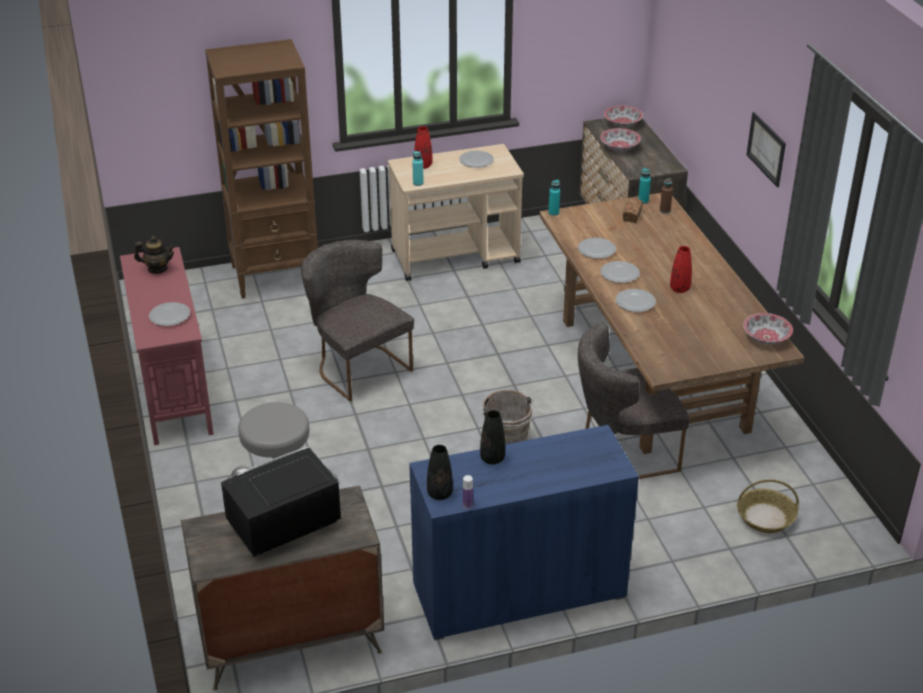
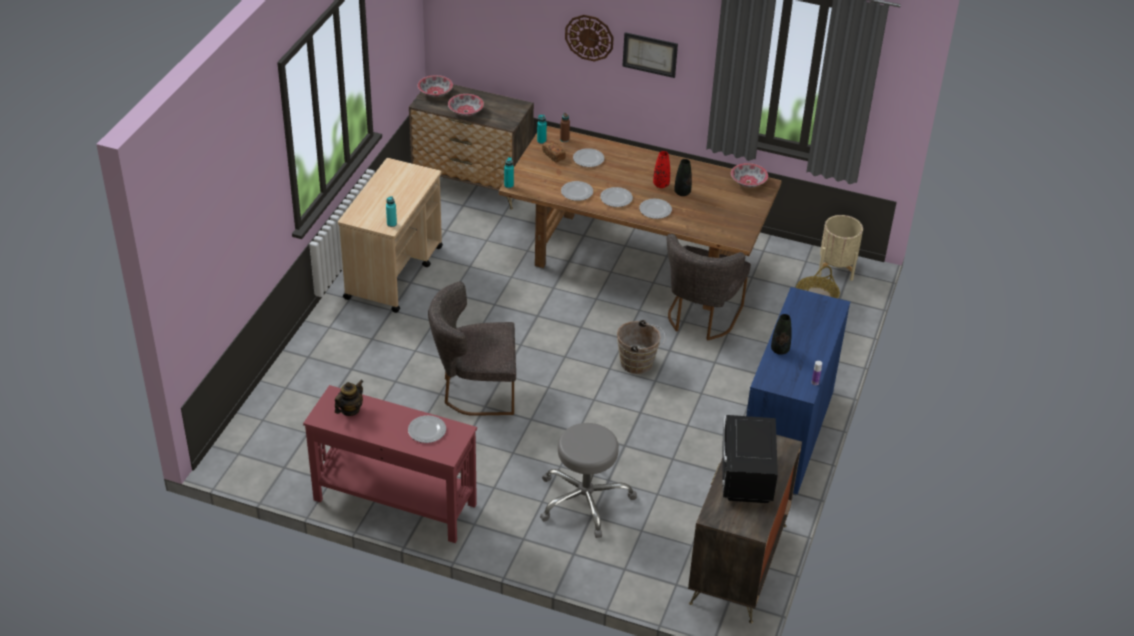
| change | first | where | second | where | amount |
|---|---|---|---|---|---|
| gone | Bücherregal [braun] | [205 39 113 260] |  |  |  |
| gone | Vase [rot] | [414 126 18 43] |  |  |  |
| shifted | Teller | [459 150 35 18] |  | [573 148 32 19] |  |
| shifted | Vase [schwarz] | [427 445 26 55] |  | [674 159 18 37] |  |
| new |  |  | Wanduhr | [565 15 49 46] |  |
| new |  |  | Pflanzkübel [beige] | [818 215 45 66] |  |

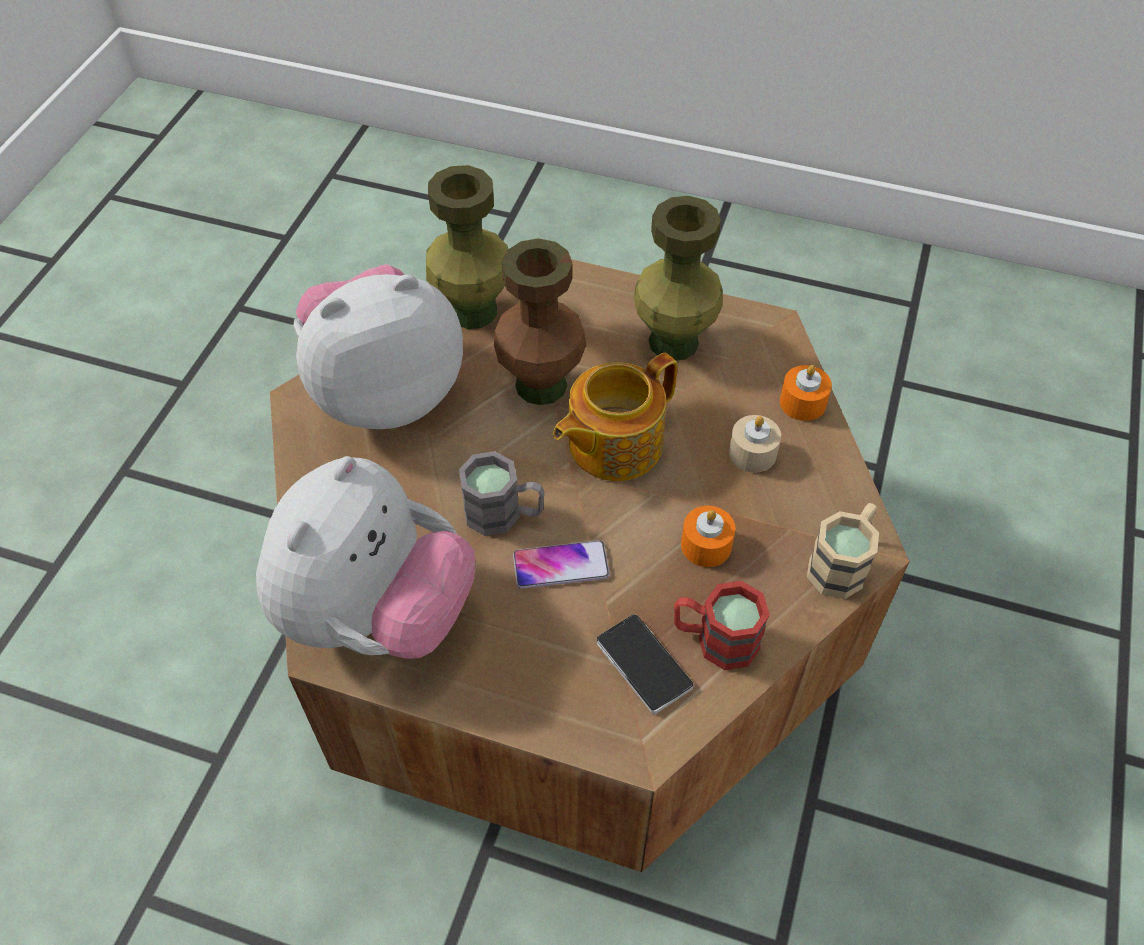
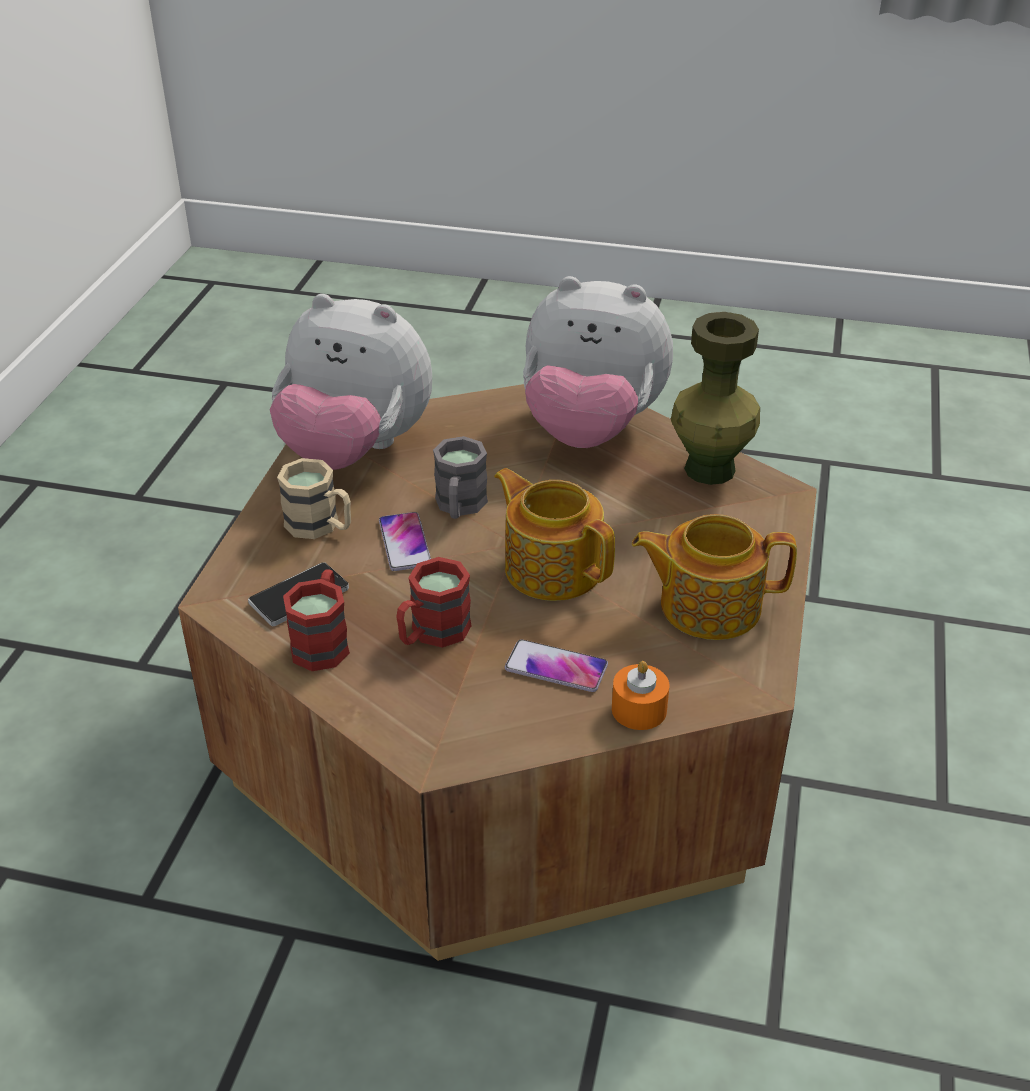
| change | first | where | second | where | amount |
|---|---|---|---|---|---|
| swapped | Vase [grün] | [633 196 90 164] | Teekanne | [632 514 165 126] |  |
| gone | Vase [braun] | [494 238 92 167] |  |  |  |
| rotated | Plüschtier | [294 264 169 165] |  | [523 276 150 172] | 135 degrees clockwise |
| swapped | Kerze [beige] | [729 415 52 58] | Handy | [505 639 103 53] |  |
| shifted | Henkelbecher [beige] | [807 503 72 96] |  | [277 458 74 81] |  |
| swapped | Kerze [orange] | [681 506 54 61] | Henkelbecher [rot] | [396 557 76 91] |  |

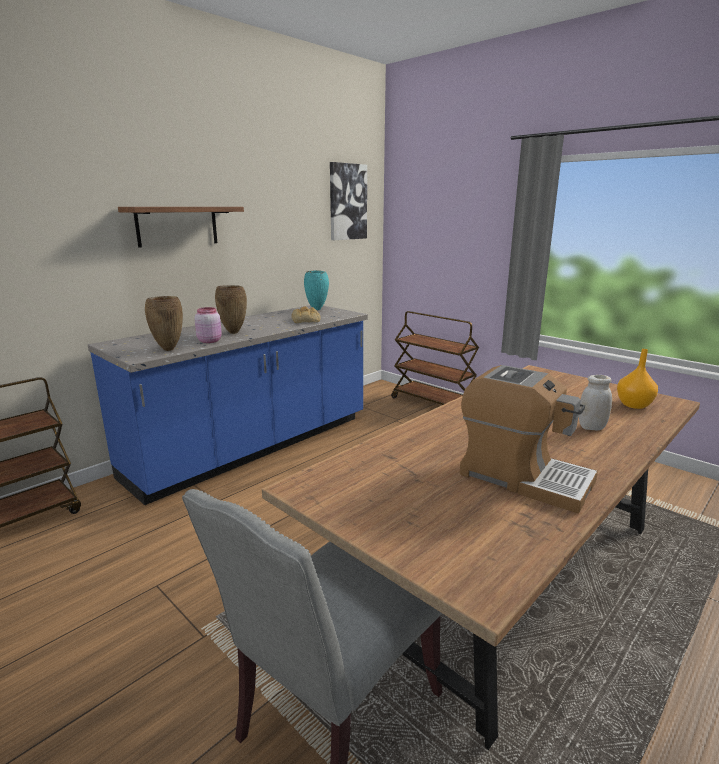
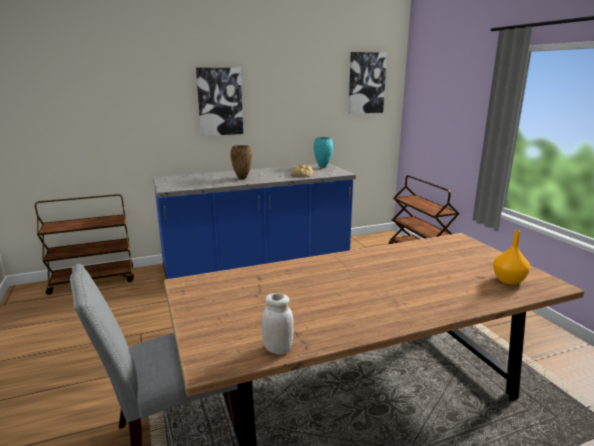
| change | first | where | second | where | amount |
|---|---|---|---|---|---|
| swapped | Wandregal | [118 207 126 40] | Bild | [196 68 47 68] |  |
| gone | Vase [braun] | [145 296 38 55] |  |  |  |
| gone | Vorratsglas [rosa] | [195 307 27 36] |  |  |  |
| gone | Kaffeemaschine | [459 365 139 149] |  |  |  |
| shifted | Vorratsglas [weiß] | [578 375 34 56] |  | [262 293 32 61] |  |

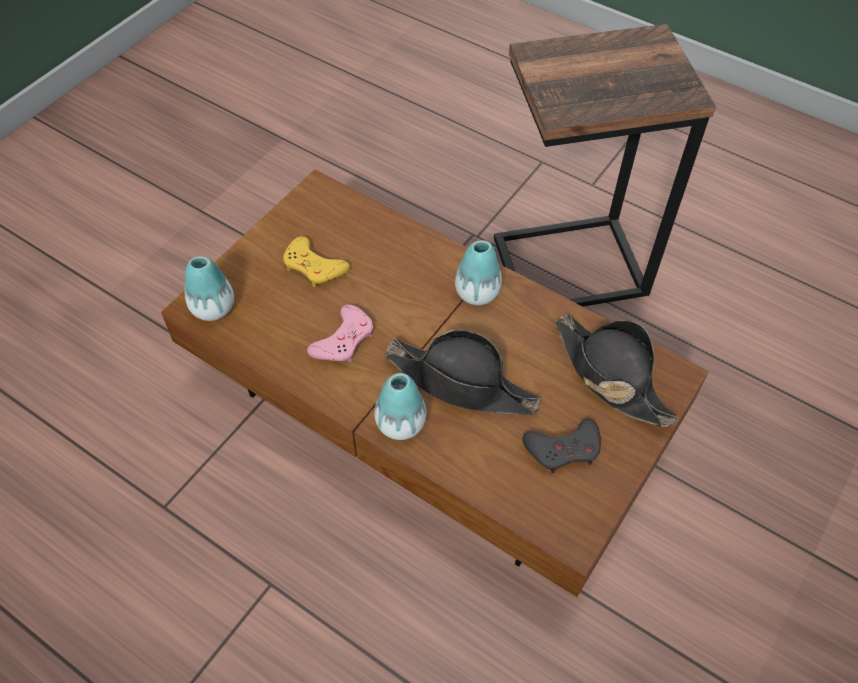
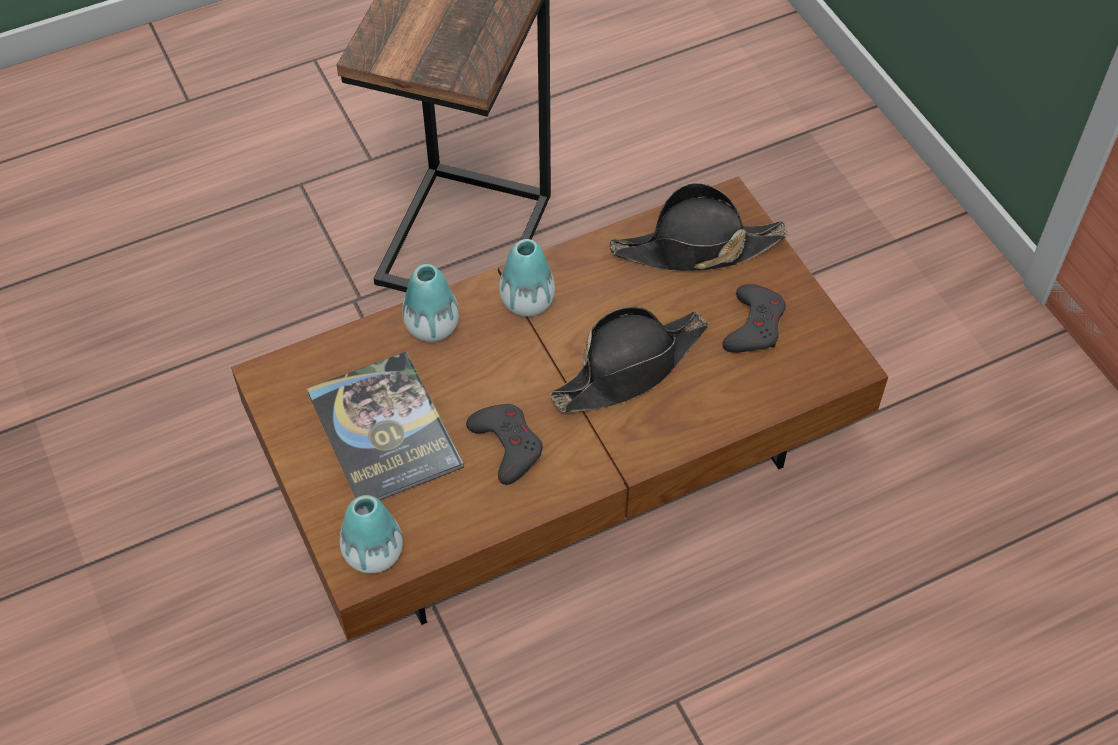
| change | first | where | second | where | amount |
|---|---|---|---|---|---|
| swapped | Gamepad [gelb] | [283 236 67 51] | Buch | [307 351 157 149] |  |
| repainted | Gamepad [rosa] | [307 304 66 58] | Gamepad [grau] | [466 404 77 81] |  |
| shifted | Vase | [374 373 52 67] |  | [402 264 57 78] |  |

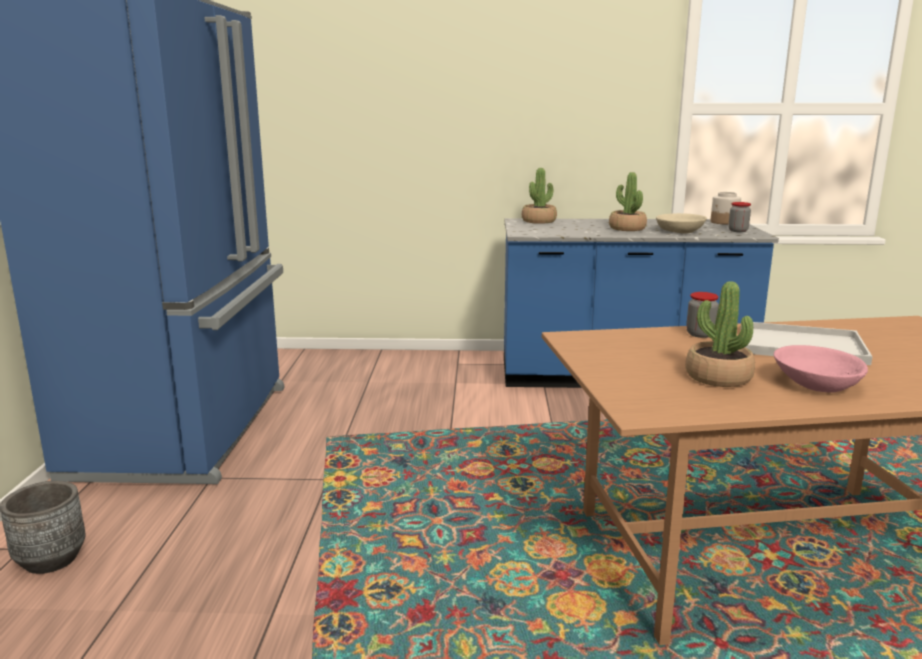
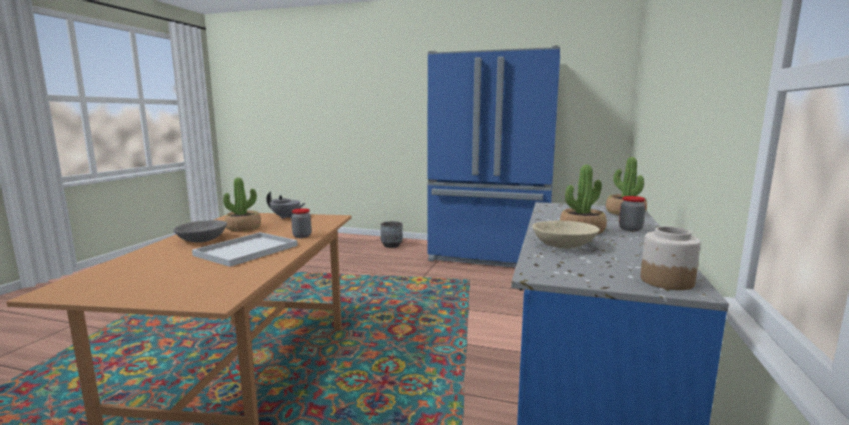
| change | first | where | second | where | amount |
|---|---|---|---|---|---|
| shifted | Vorratsglas | [728 202 23 30] |  | [619 196 27 35] |  |
| repainted | Schüssel [rosa] | [774 345 94 47] | Schüssel [grau] | [173 220 54 23] |  |
| new |  |  | Teekanne [grau] | [266 191 40 28] |  |

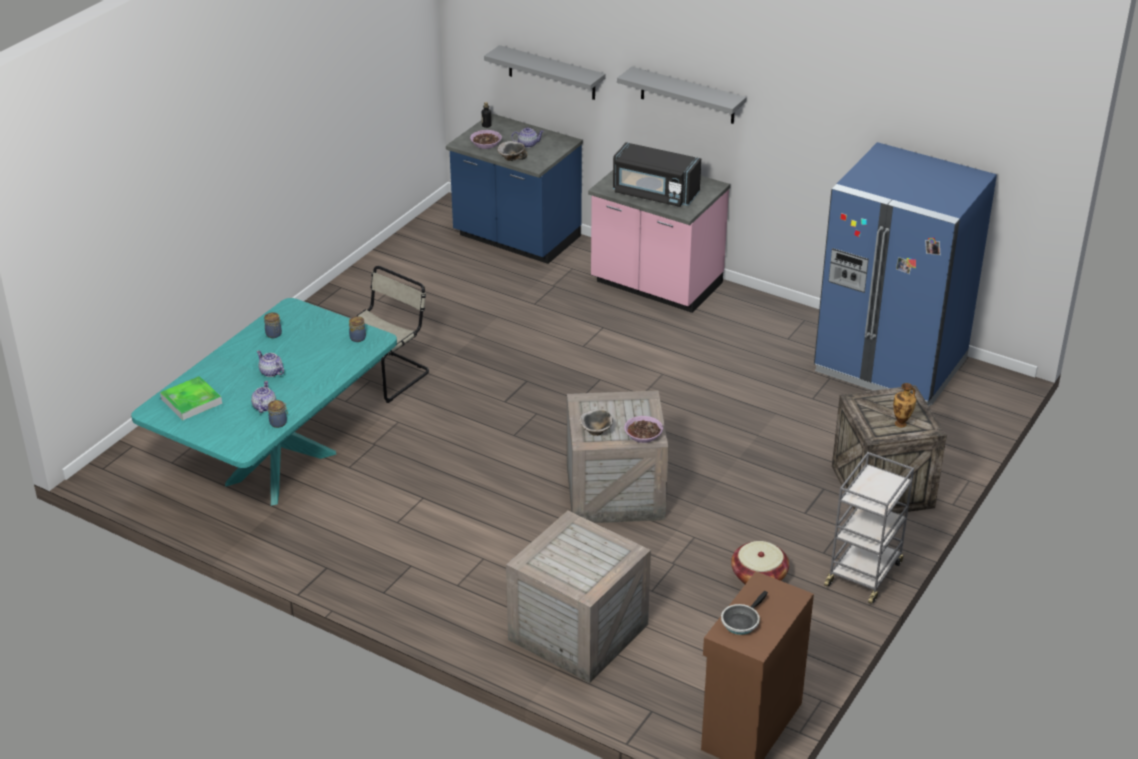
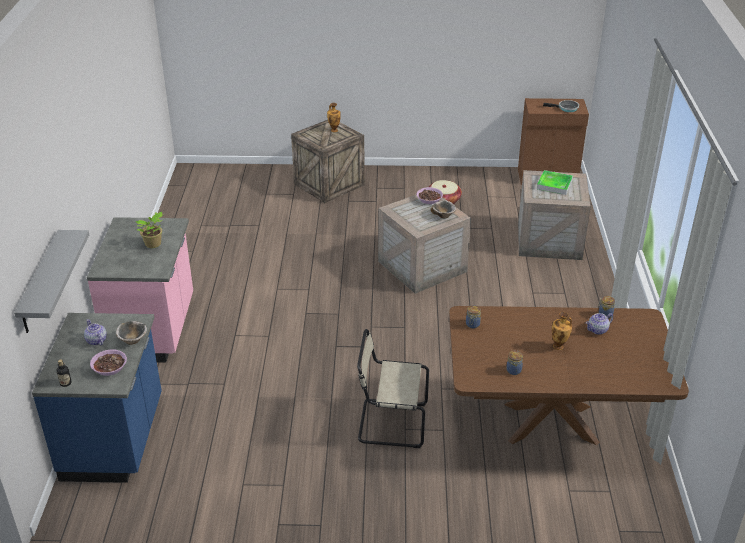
| change | first | where | second | where | amount |
|---|---|---|---|---|---|
| gone | Wandregal [grau] | [617 67 130 57] |  |  |  |
| swapped | Mikrowelle [schwarz] | [613 142 88 65] | Topfpflanze | [135 212 28 36] |  |
| gone | Kühlschrank [blau] | [814 142 183 264] |  |  |  |
| repainted | Esstisch [türkis] | [131 298 266 208] | Esstisch [braun] | [449 306 240 139] |  |
| swapped | Teekanne | [256 350 28 27] | Vase | [552 312 20 38] |  |
| shifted | Tablett | [160 376 62 44] |  | [537 170 36 25] |  |
| gone | Rollwagen [grau] | [824 452 90 152] |  |  |  |

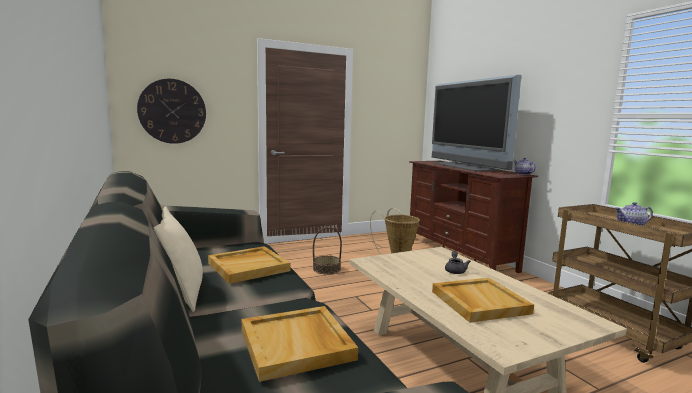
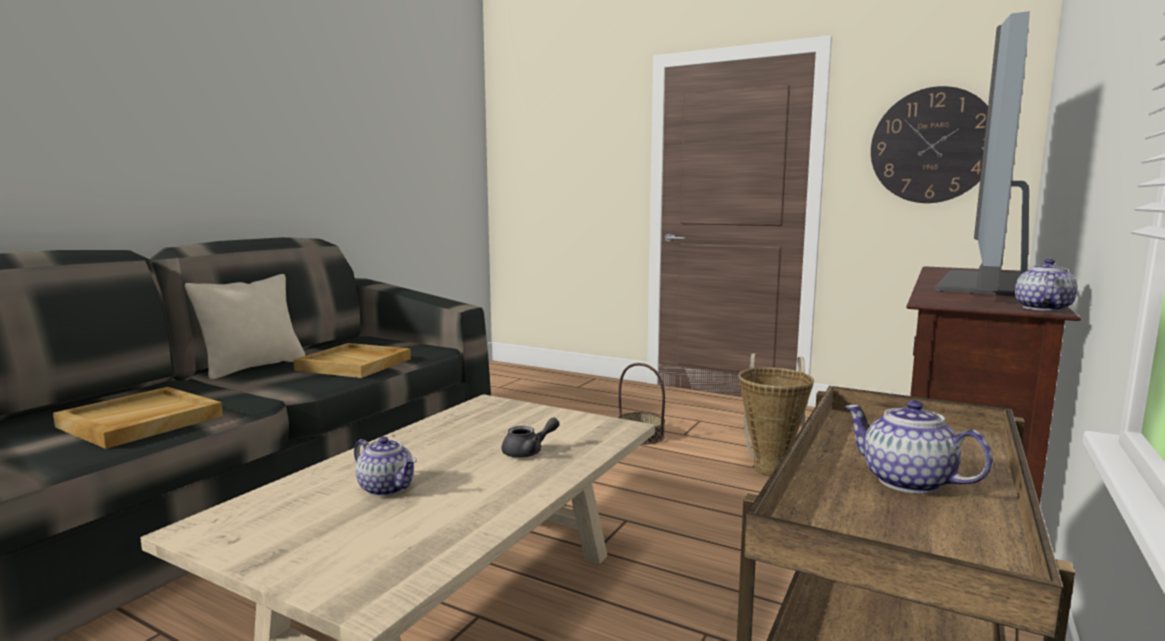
| change | first | where | second | where | amount |
|---|---|---|---|---|---|
| shifted | Wanduhr | [137 79 69 65] |  | [871 86 117 117] |  |
| swapped | Tablett [beige] | [432 278 102 45] | Teekanne | [354 436 63 61] |  |

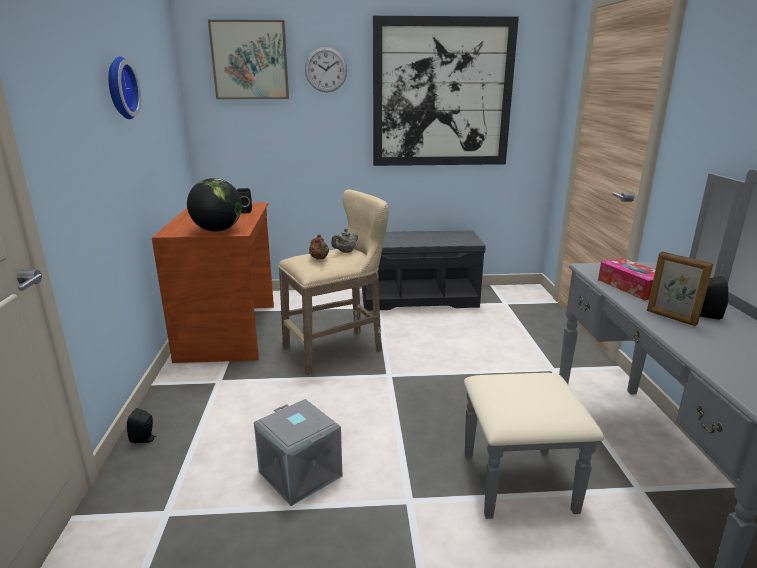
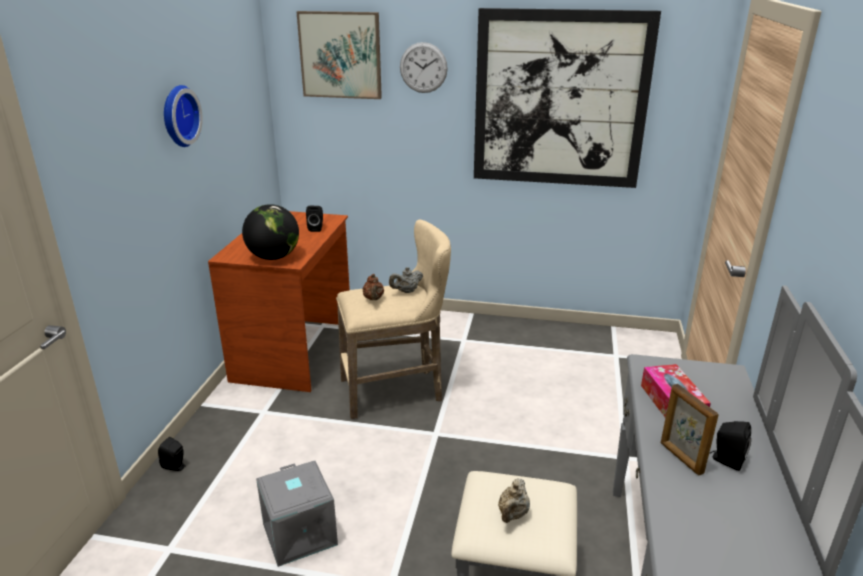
| change | first | where | second | where | amount |
|---|---|---|---|---|---|
| gone | Bank [grau] | [362 231 124 80] |  |  |  |
| new |  |  | Teekanne [beige] | [498 478 32 45] |  |

